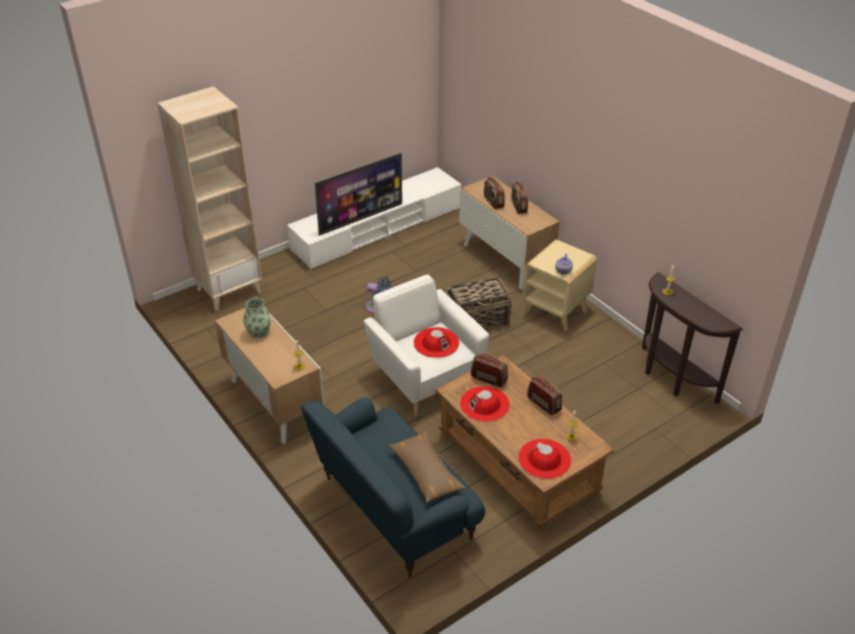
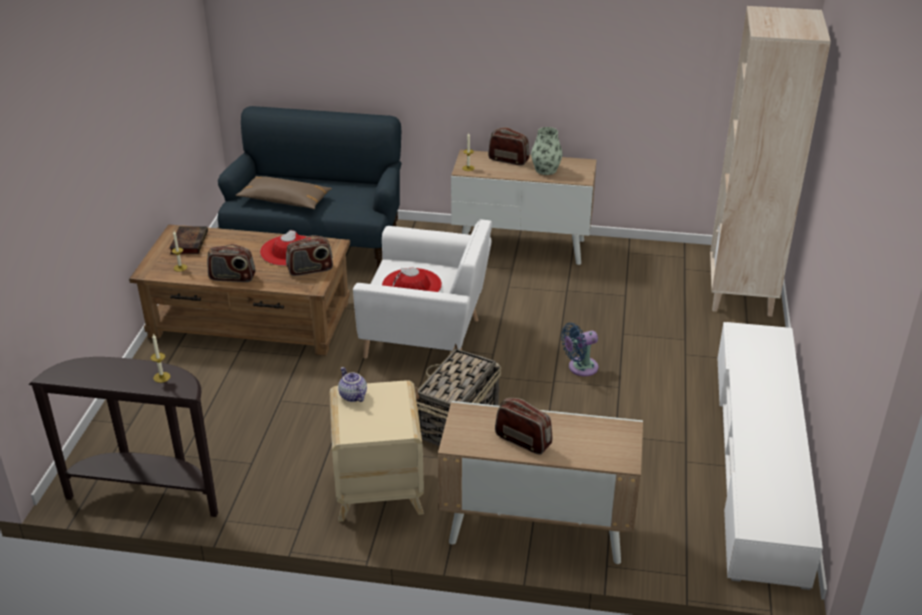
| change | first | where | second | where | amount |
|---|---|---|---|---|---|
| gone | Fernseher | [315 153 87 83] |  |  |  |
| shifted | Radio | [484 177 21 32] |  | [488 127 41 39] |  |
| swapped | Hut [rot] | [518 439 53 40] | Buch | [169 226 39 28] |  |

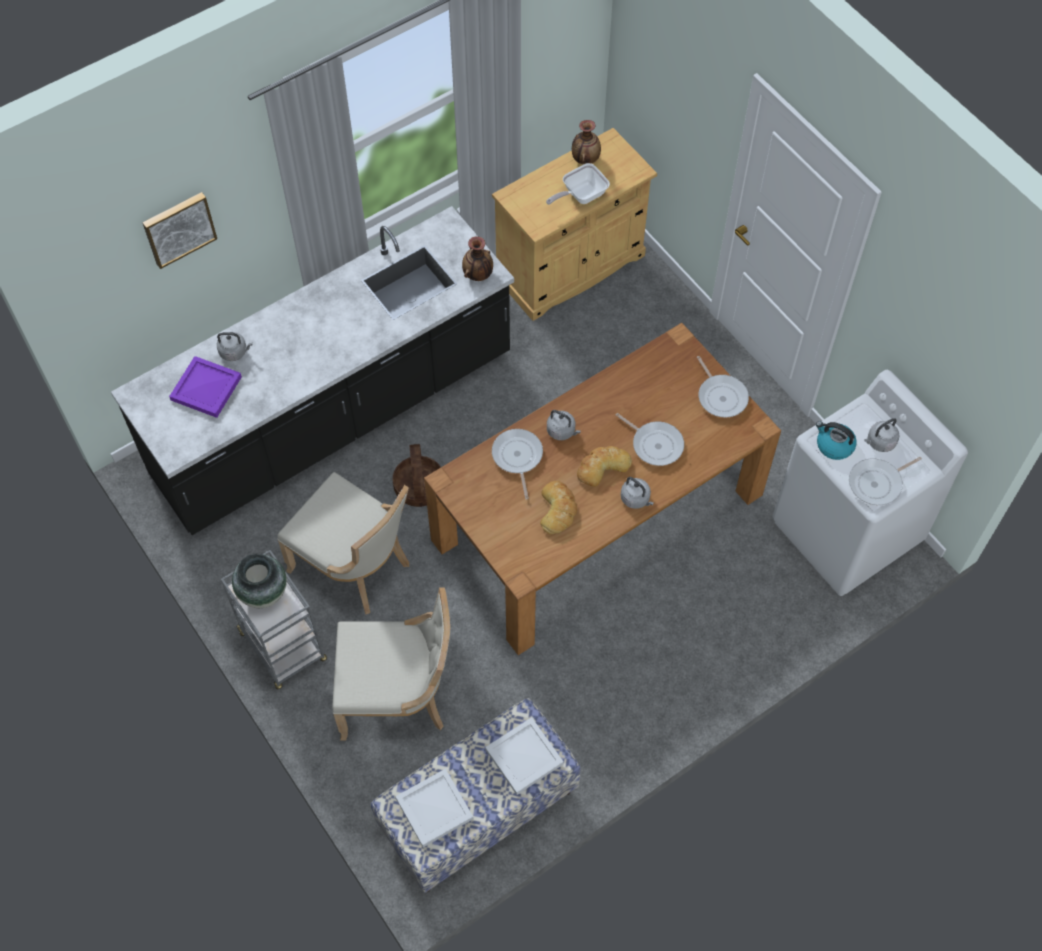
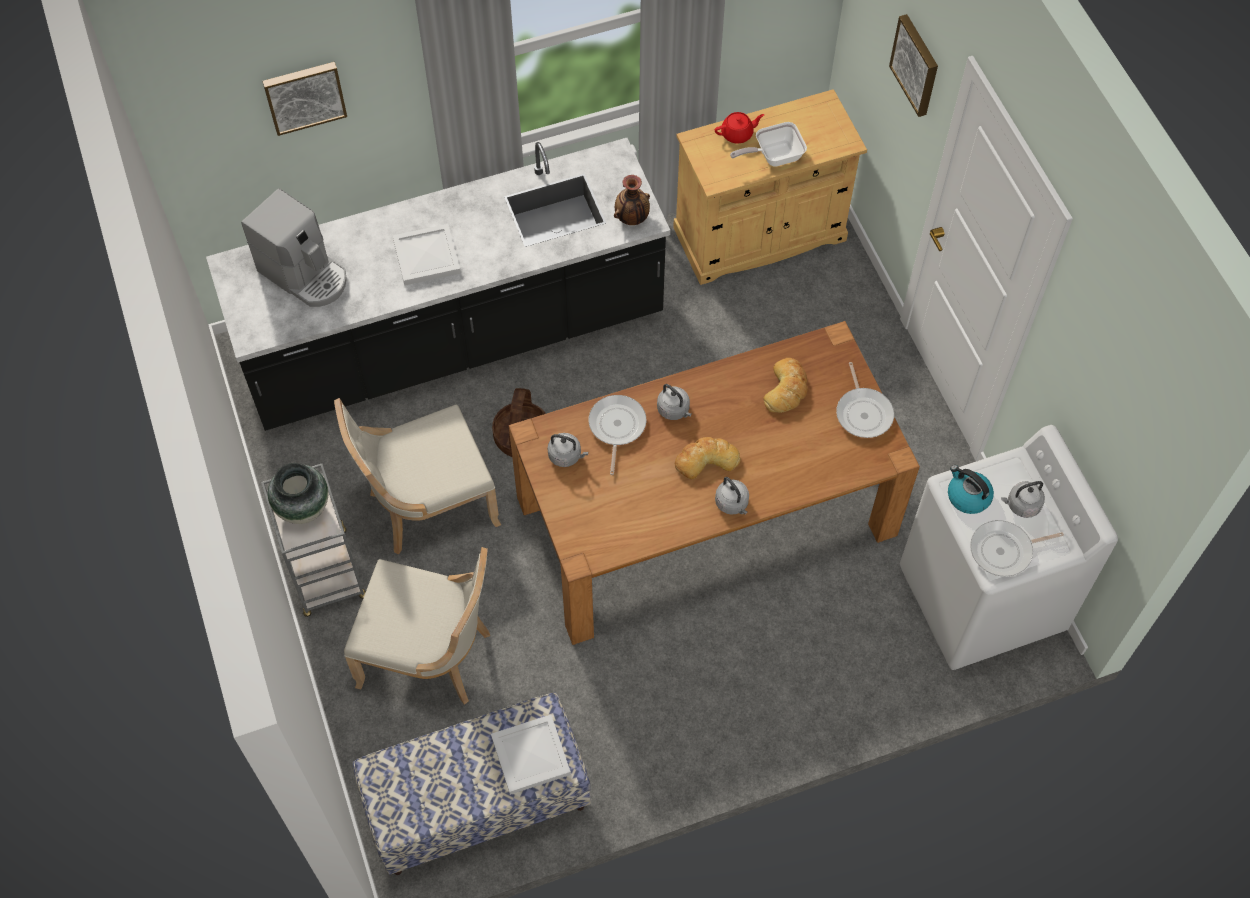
| change | first | where | second | where | amount |
|---|---|---|---|---|---|
| gone | Vase | [572 120 29 44] |  |  |  |
| shifted | Wasserkessel [grau] | [217 332 35 29] |  | [547 433 41 34] |  |
| swapped | Tablett [lila] | [169 356 73 62] | Kaffeemaschine | [241 188 106 119] |  |
| gone | Pfanne | [616 413 68 53] |  |  |  |
| rotated | Stuhl [beige] | [277 472 132 142] |  | [334 398 167 157] | 105 degrees clockwise |
| shifted | Brot | [540 481 37 53] |  | [764 358 44 55] |  |
| shifted | Tablett [weiß] | [395 769 78 78] |  | [392 224 69 62] |  |
| new |  |  | Bild | [889 14 49 103] |  |
| new |  |  | Teekanne [rot] | [715 112 49 32] |  |

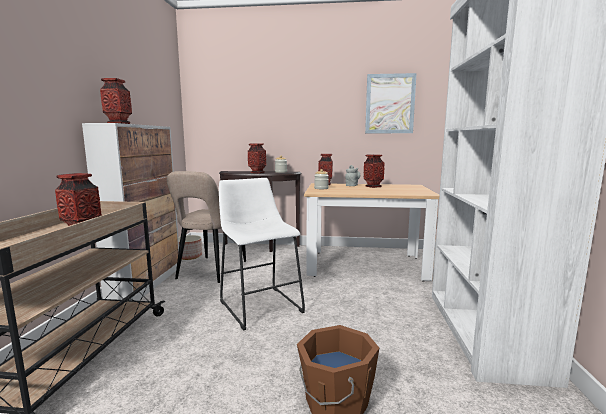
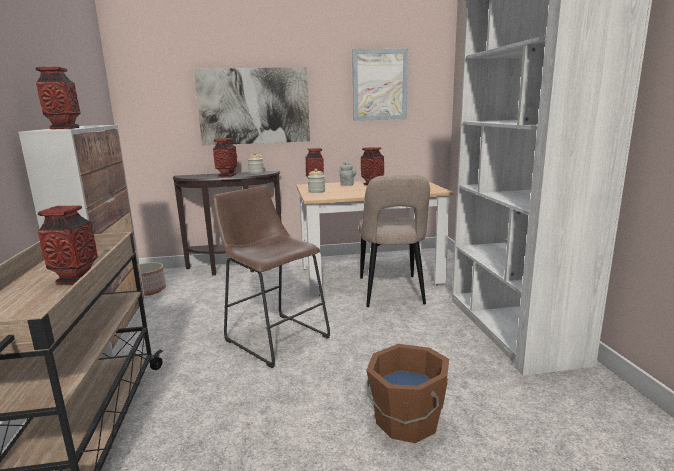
| change | first | where | second | where | amount |
|---|---|---|---|---|---|
| shifted | Stuhl [beige] | [167 171 79 112] |  | [359 175 71 132] |  |
| repainted | Hocker [weiß] | [219 178 86 153] | Hocker [braun] | [213 186 117 182] |  |
| new |  |  | Bild | [194 67 116 78] |  |

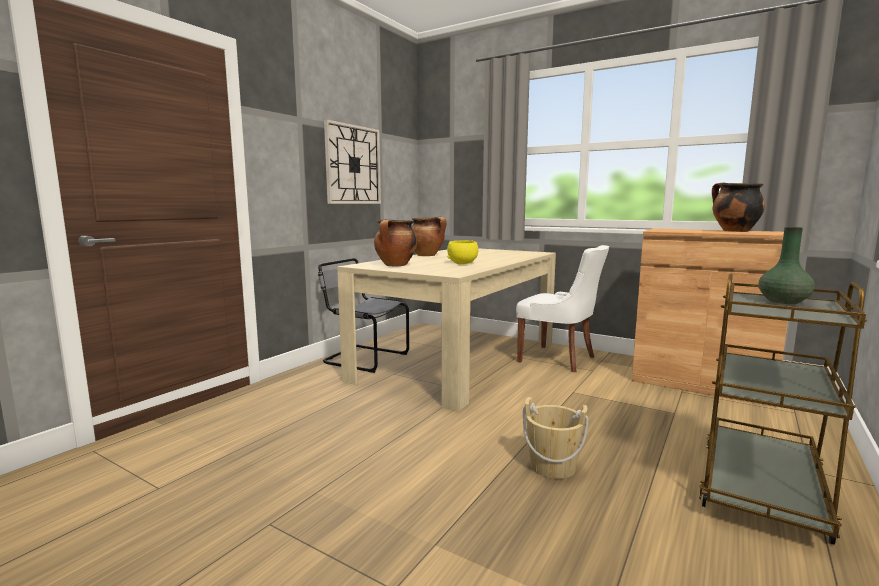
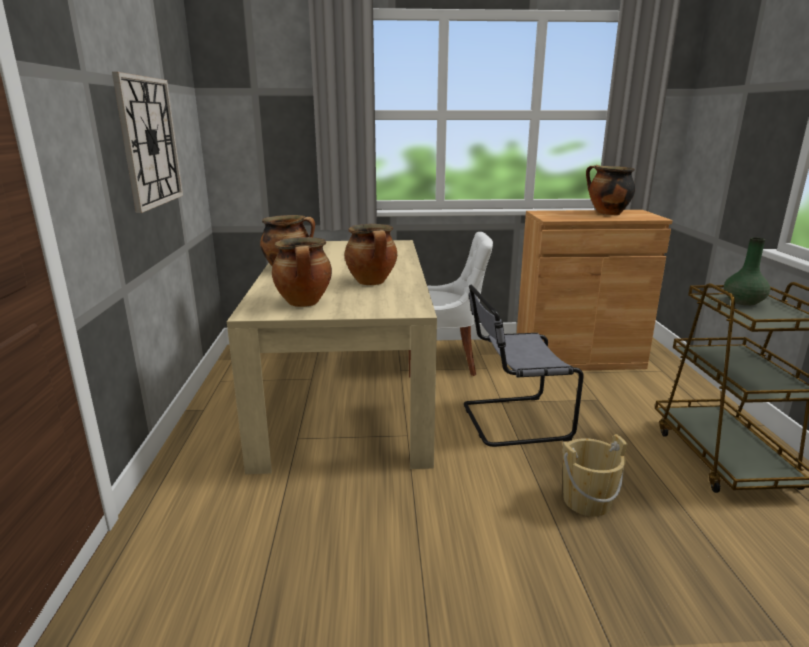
| change | first | where | second | where | amount |
|---|---|---|---|---|---|
| swapped | Schüssel [gelb] | [447 240 31 24] | Kochtopf | [345 224 52 61] |  |
| shifted | Stuhl [grau] | [318 258 91 115] |  | [464 285 120 162] |  |

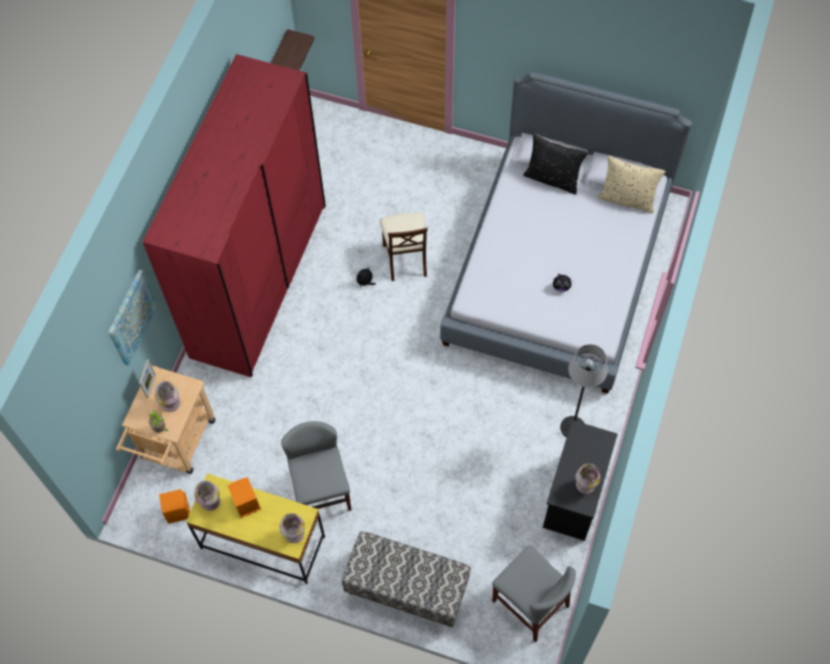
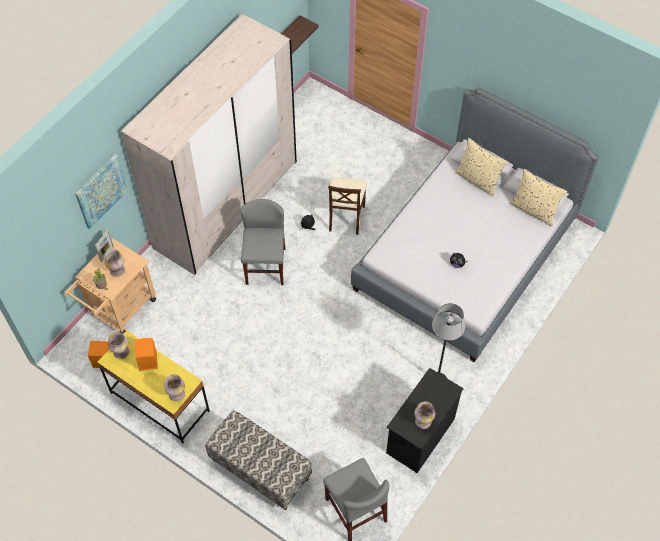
| change | first | where | second | where | amount |
|---|---|---|---|---|---|
| repainted | Kleiderschrank [rot] | [143 54 183 324] | Kleiderschrank [beige] | [121 14 176 261] |  |
| repainted | Kissen [schwarz] | [523 134 65 61] | Kissen [beige] | [455 138 53 59] |  |
| shifted | Stuhl [grau] | [281 421 70 90] |  | [241 199 45 86] |  |

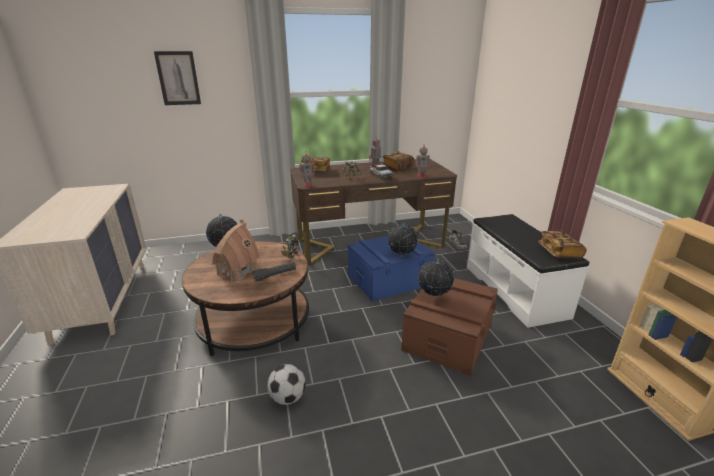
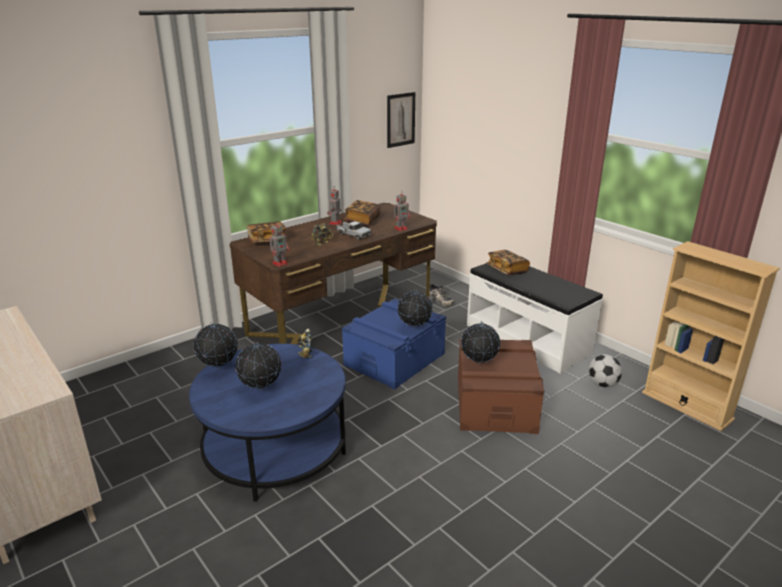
| change | first | where | second | where | amount |
|---|---|---|---|---|---|
| shifted | Bild | [154 51 47 54] |  | [387 92 28 56] |  |
| swapped | Spielzeughaus | [212 218 48 65] | Globus | [235 341 46 49] |  |
| shifted | Buch | [538 231 49 29] |  | [487 250 43 25] |  |
| repainted | Couchtisch [braun] | [182 241 127 115] | Couchtisch [blau] | [189 343 157 159] |  |
| gone | Taschenlampe [schwarz] | [253 261 43 21] |  |  |  |
| shifted | Fußball | [267 364 39 41] |  | [588 354 34 33] |  |

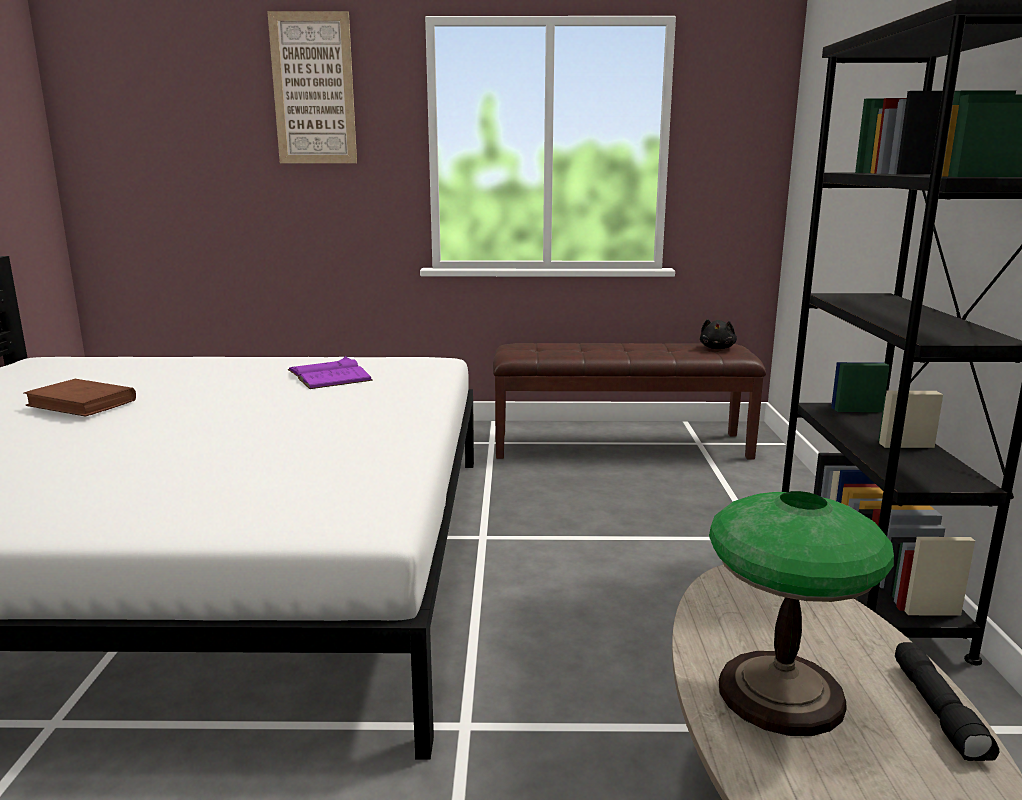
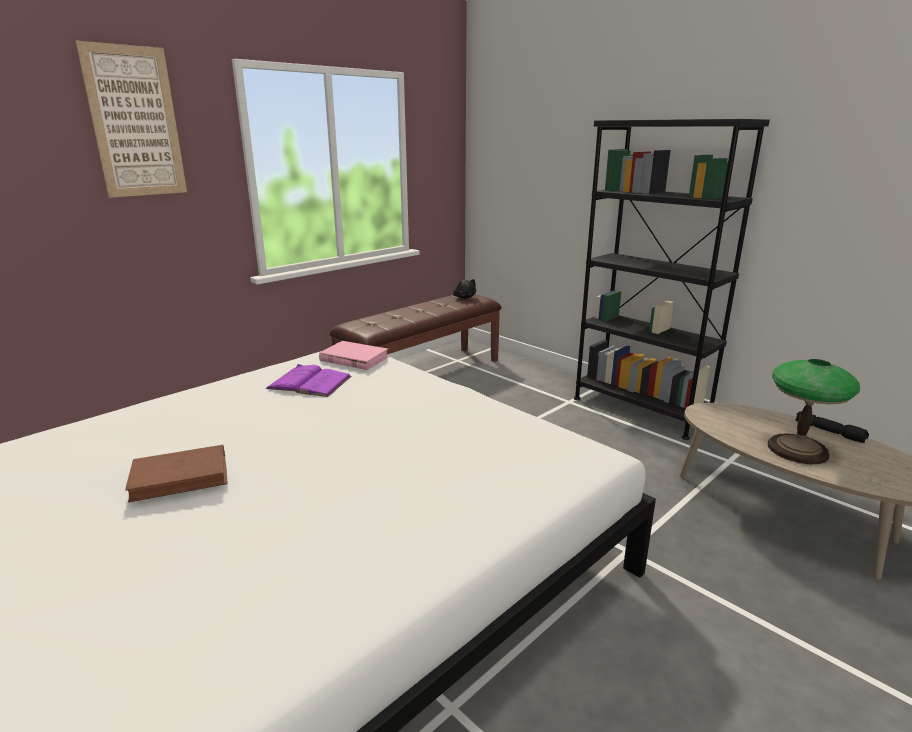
| change | first | where | second | where | amount |
|---|---|---|---|---|---|
| new |  |  | Buch [rosa] | [319 341 70 29] |  |

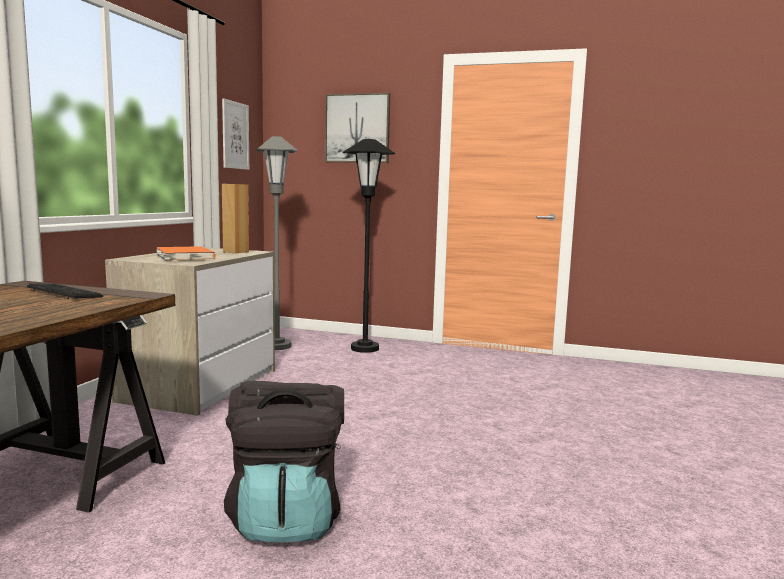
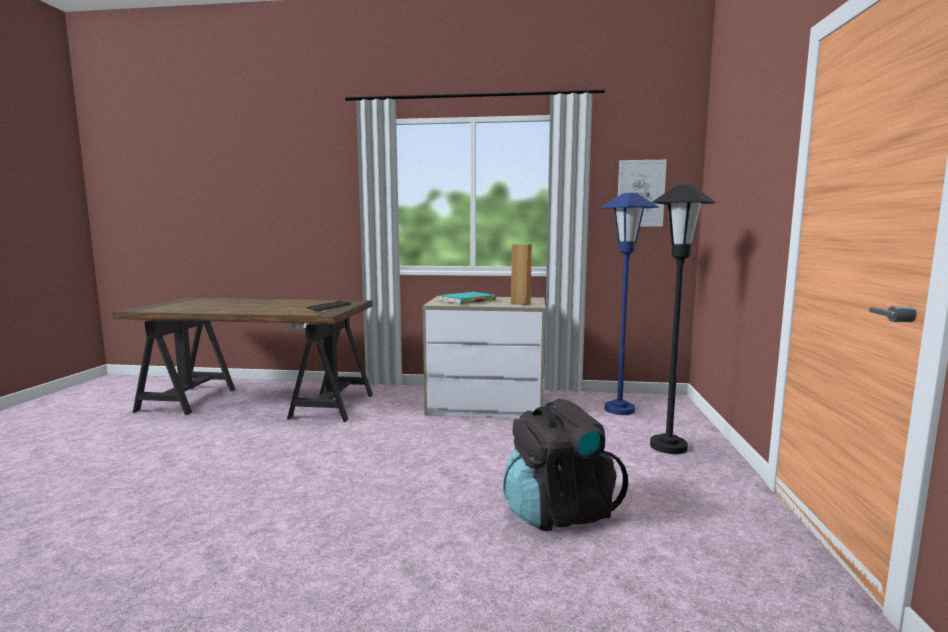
| change | first | where | second | where | amount |
|---|---|---|---|---|---|
| gone | Bild | [325 93 65 70] |  |  |  |
| repainted | Stehlampe [grau] | [256 136 41 214] | Stehlampe [blau] | [601 193 57 222] |  |
| repainted | Buch [orange] | [156 246 60 16] | Buch [türkis] | [439 292 57 12] |  |
| shifted | Rucksack [schwarz] | [224 381 120 161] |  | [503 399 125 132] |  |

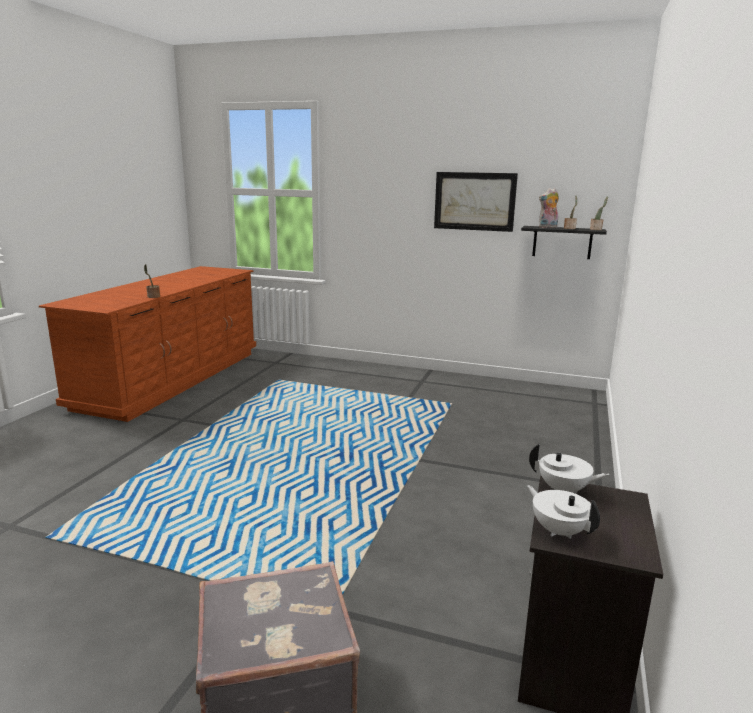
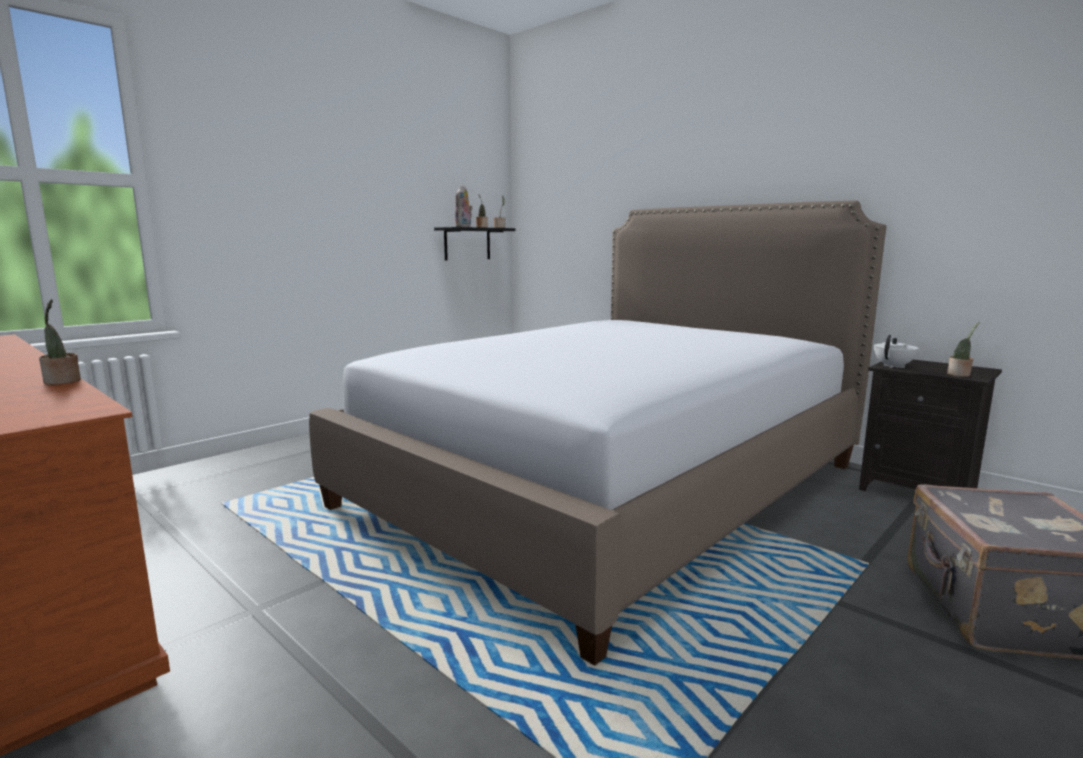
| change | first | where | second | where | amount |
|---|---|---|---|---|---|
| gone | Bild | [434 172 84 60] |  |  |  |
| swapped | Teekanne [weiß] | [527 485 73 54] | Topfpflanze | [947 322 32 55] |  |
| new |  |  | Bett | [309 200 577 466] |  |

